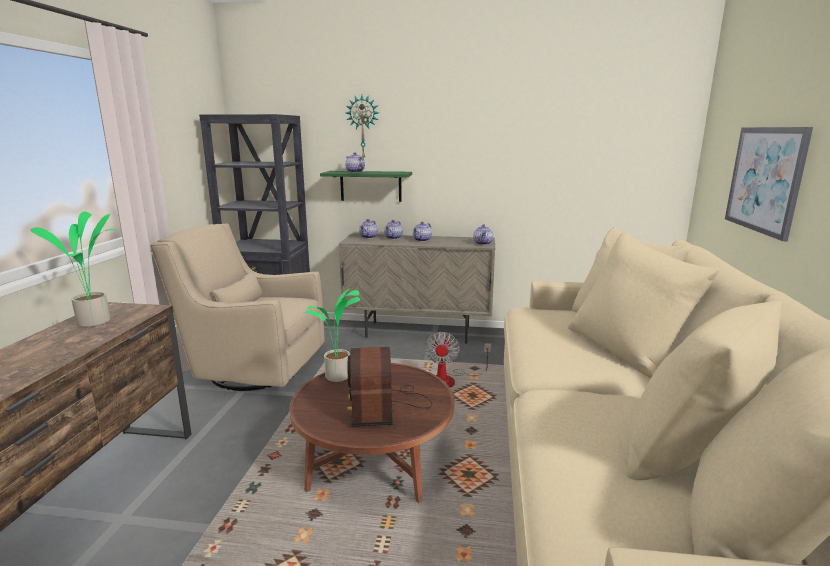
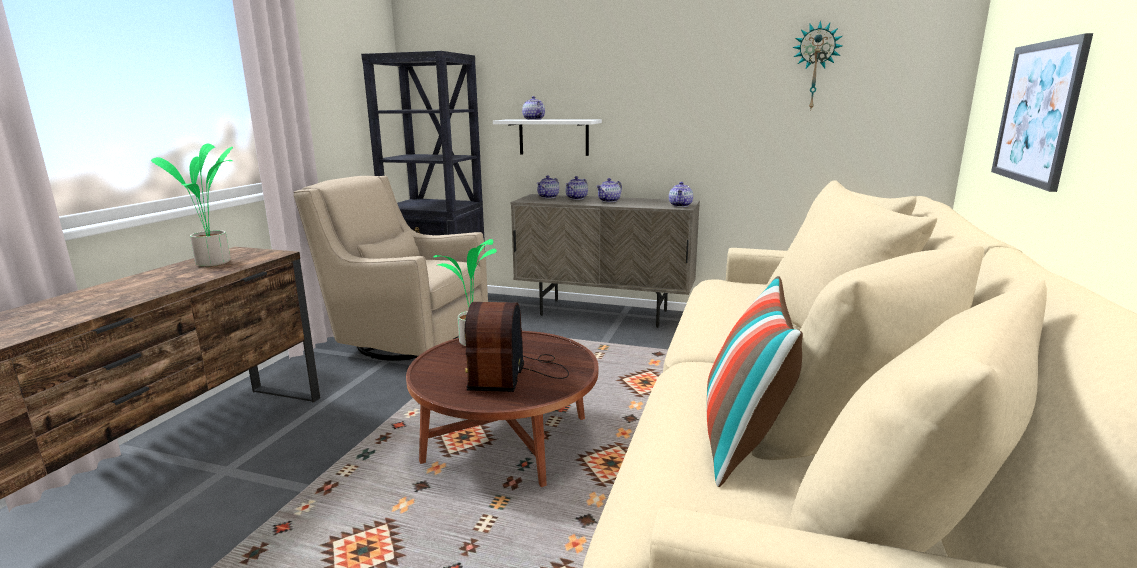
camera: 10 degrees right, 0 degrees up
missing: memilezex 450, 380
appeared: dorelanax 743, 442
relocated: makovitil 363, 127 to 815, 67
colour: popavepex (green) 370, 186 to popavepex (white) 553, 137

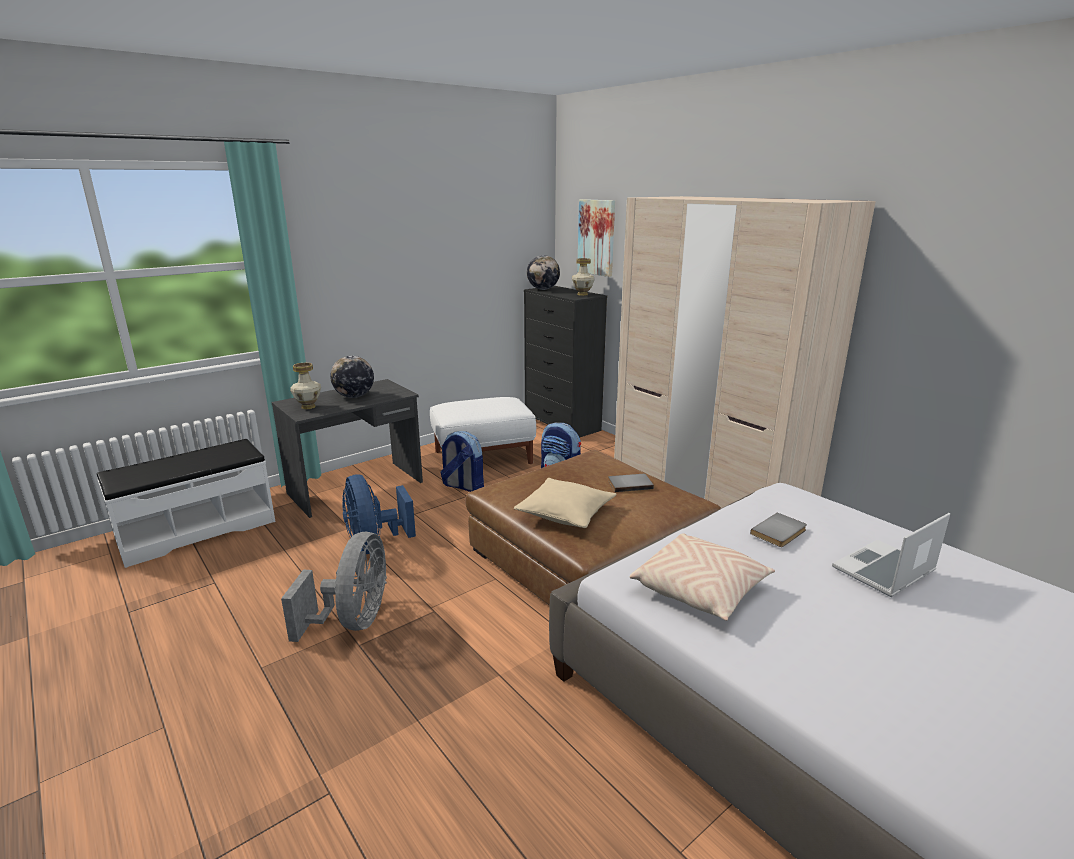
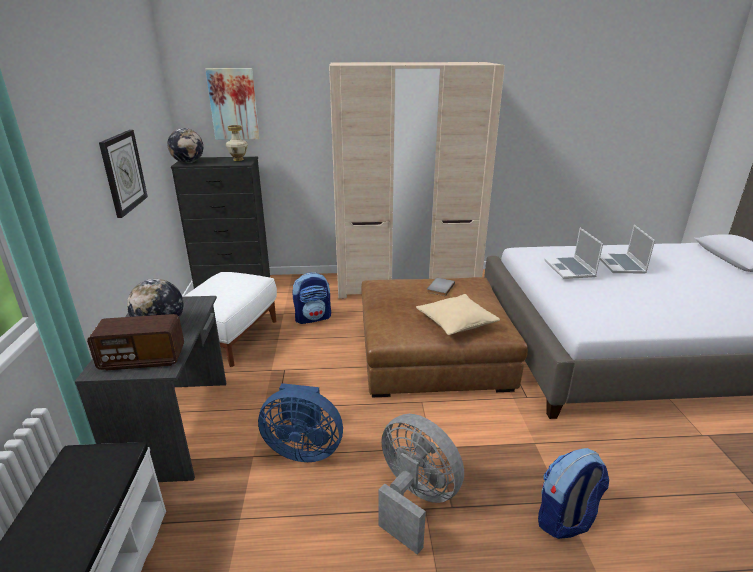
camera: 55 degrees left, 5 degrees up
missing: dorelanax (beige) 700, 590
appeared: makovitil 123, 172
relocated: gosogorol 462, 486 to 565, 520
exchanged: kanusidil 309, 407 to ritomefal 143, 359; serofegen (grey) 780, 532 to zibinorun 570, 269

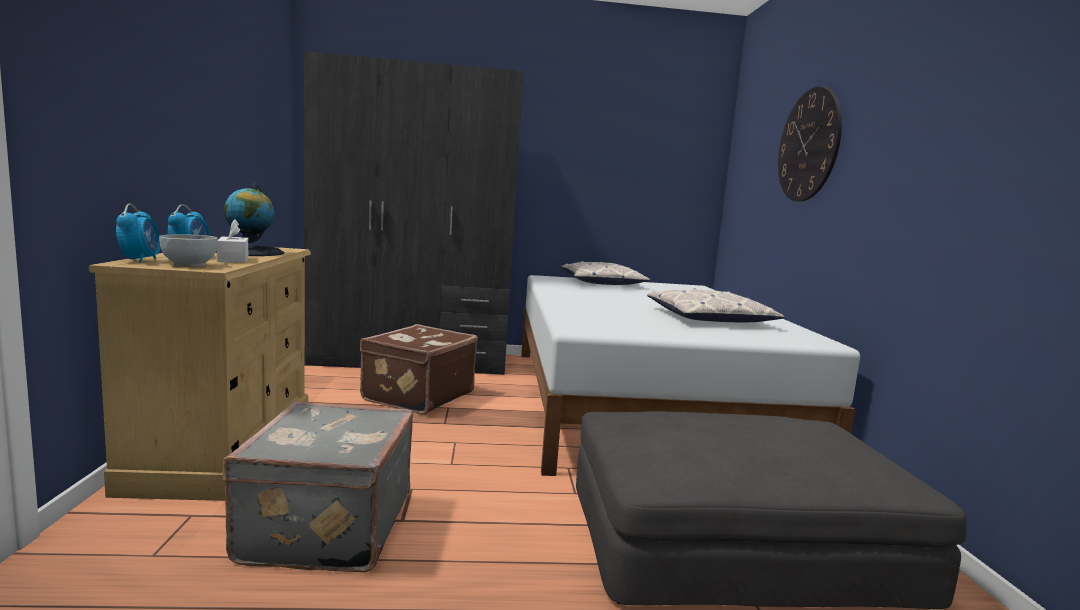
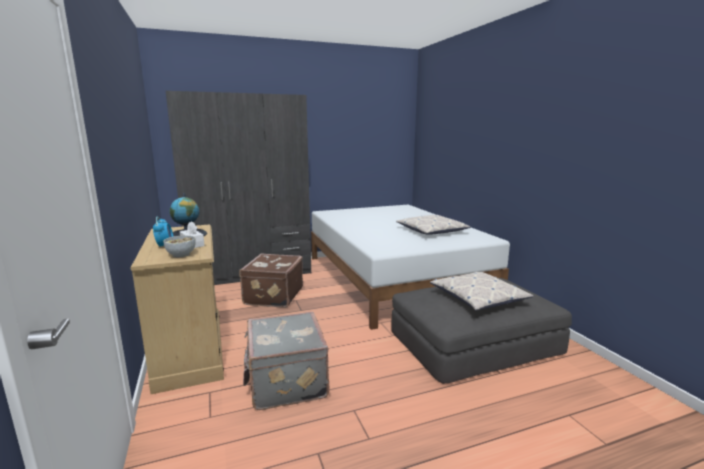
camera: 15 degrees left, 5 degrees up
missing: makovitil 808, 145; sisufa 140, 260
relocated: dorelanax 602, 283 to 478, 297

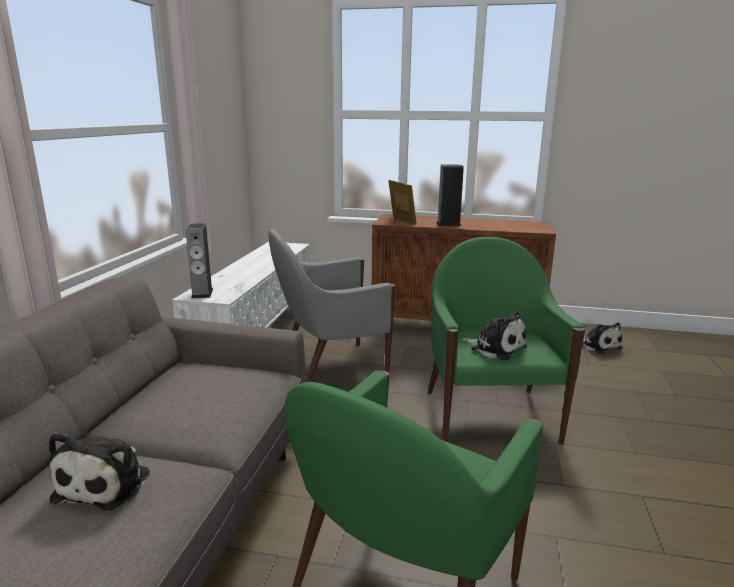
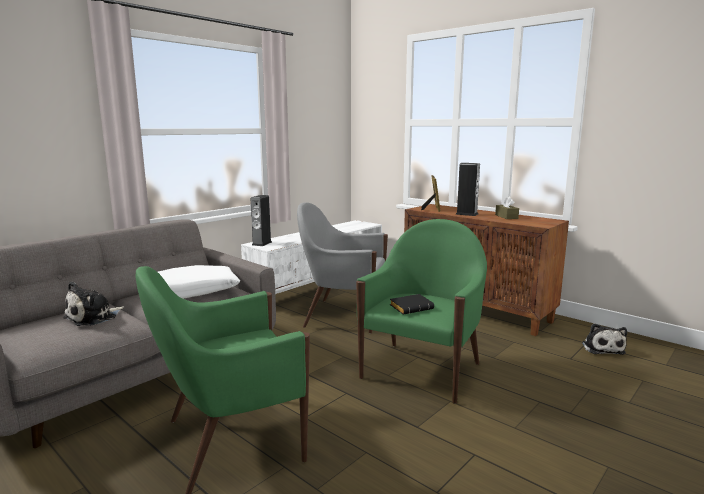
camera: 30 degrees right, 5 degrees down
appeared: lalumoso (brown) 506, 217; dorelanax (white) 190, 292
exchanged: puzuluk 495, 348 to serofegen (black) 411, 307

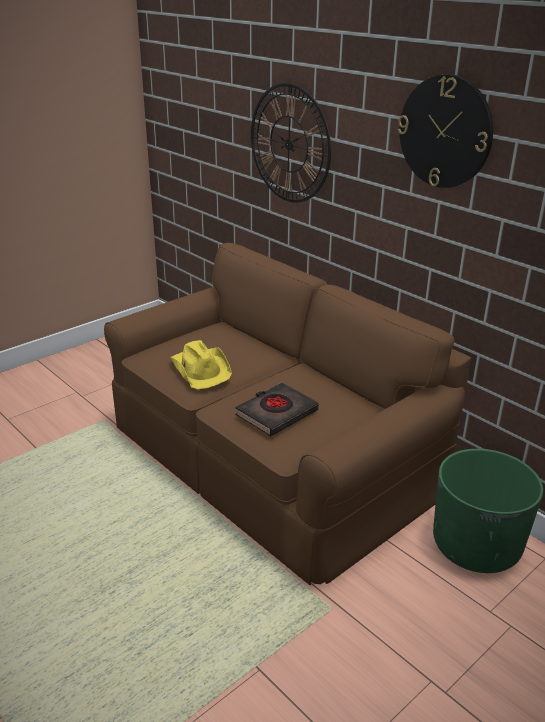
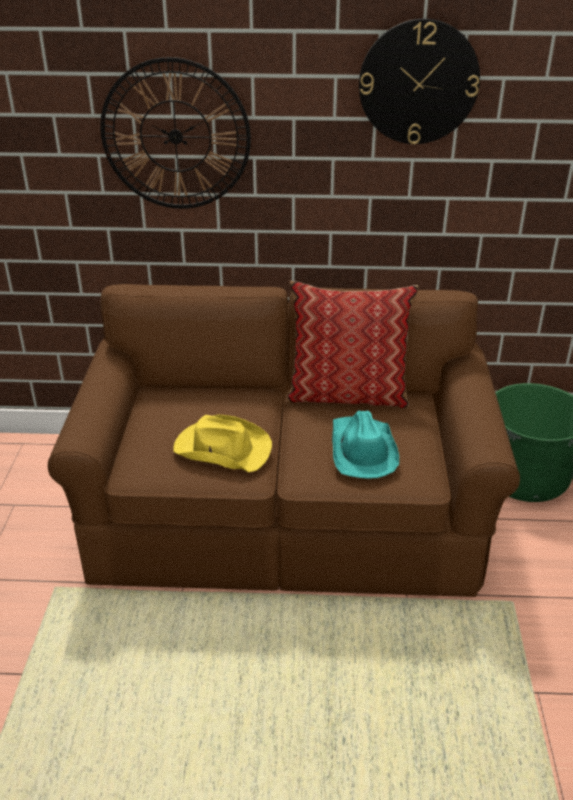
camera: 45 degrees left, 5 degrees up
appeared: dorelanax 347, 394
exchanged: serofegen (black) 276, 413 to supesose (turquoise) 362, 449

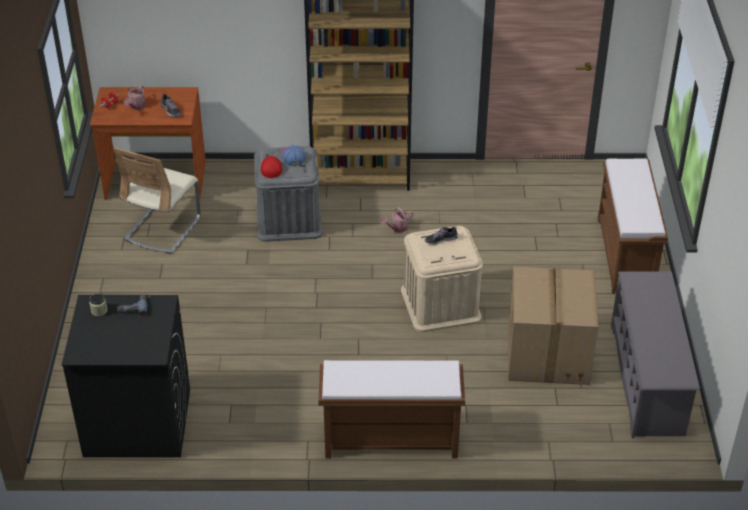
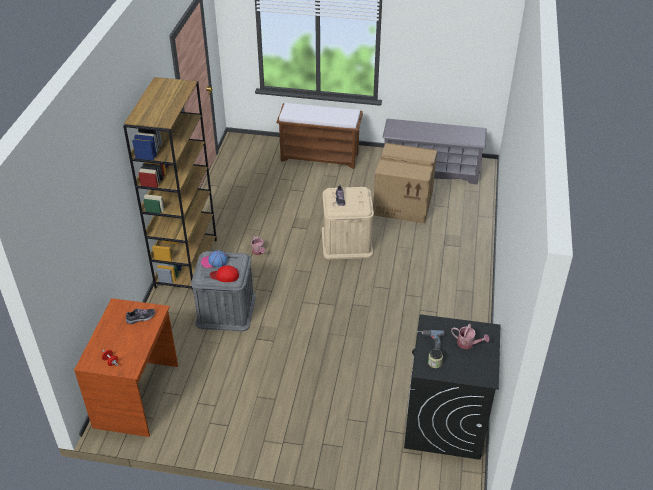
camera: 80 degrees left, 0 degrees up
missing: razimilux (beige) 162, 228; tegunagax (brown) 390, 440
relocated: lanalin 136, 106 to 468, 344

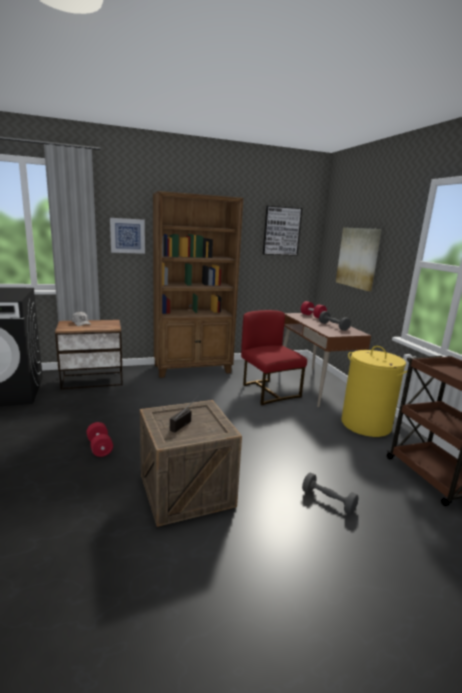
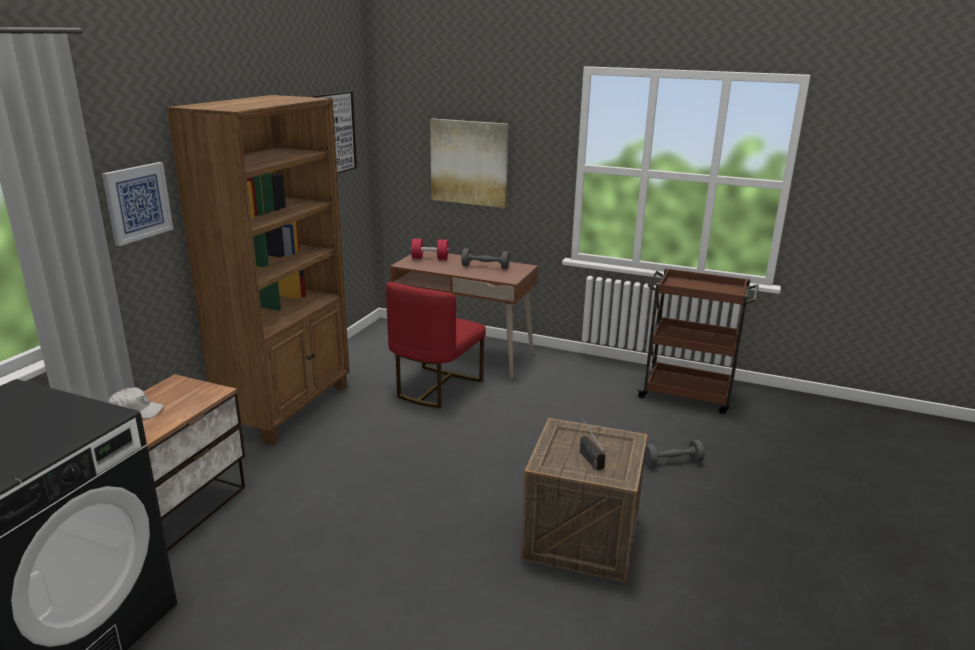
camera: 50 degrees left, 5 degrees up
missing: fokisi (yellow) 366, 424; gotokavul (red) 99, 447
spun: razimilux (red) 268, 391 = 435, 388 75 degrees counterclockwise

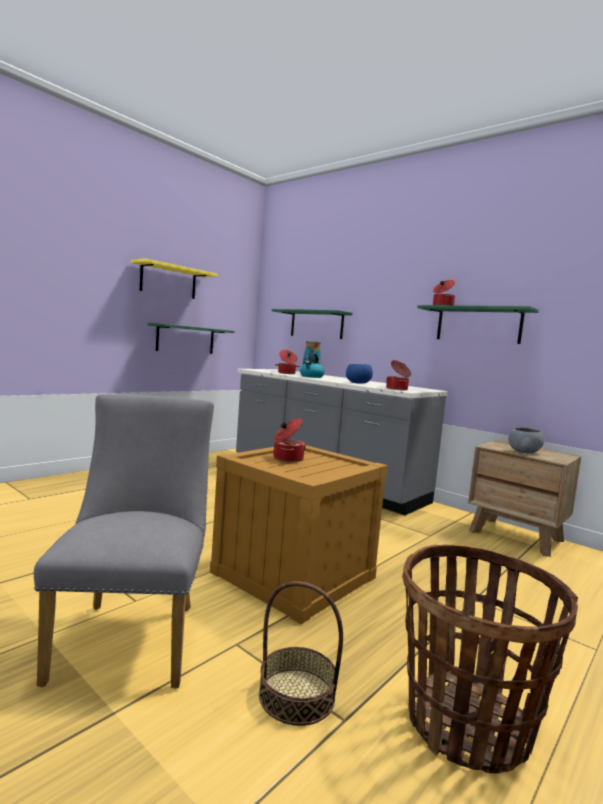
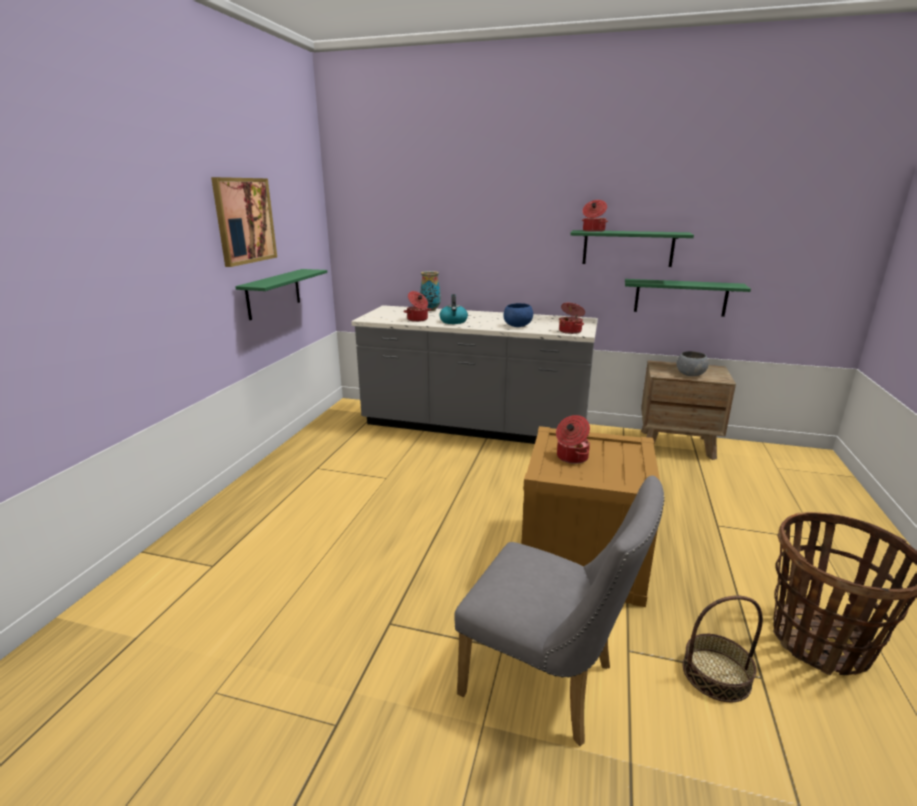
camera: 25 degrees left, 15 degrees up
relocated: popavepex (green) 316, 324 to 680, 297
exchanged: popavepex (yellow) 168, 281 to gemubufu 244, 220
spun: razimilux (grey) 132, 635 = 548, 684 150 degrees clockwise

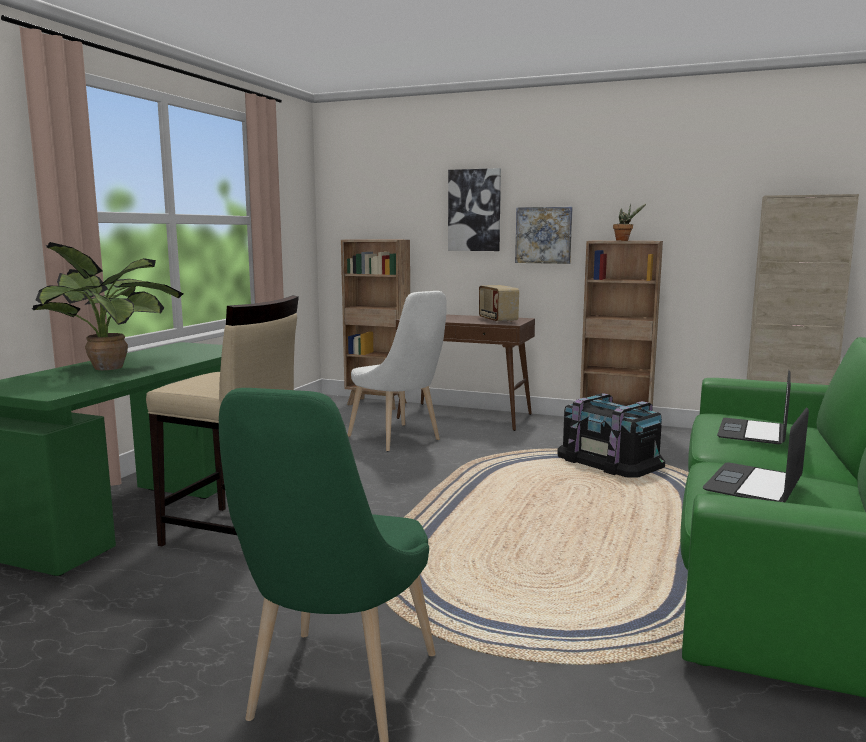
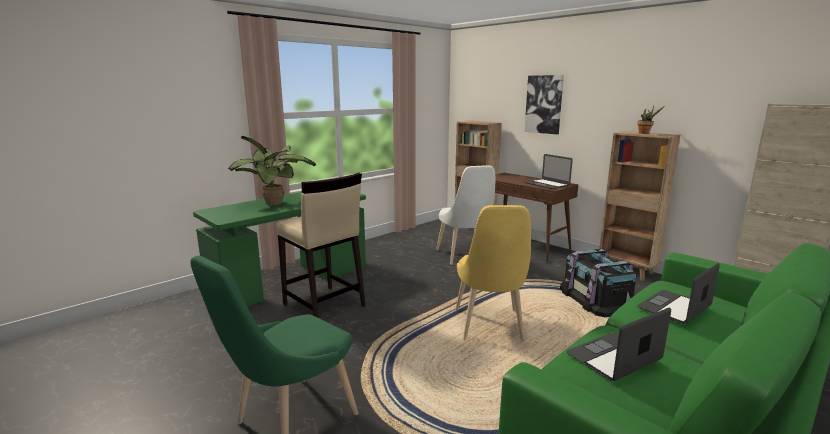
camera: 25 degrees right, 5 degrees up
missing: gemubufu 543, 235
appeared: razimilux (yellow) 490, 327
exchanged: ritomefal 497, 320 to zibinorun 546, 184

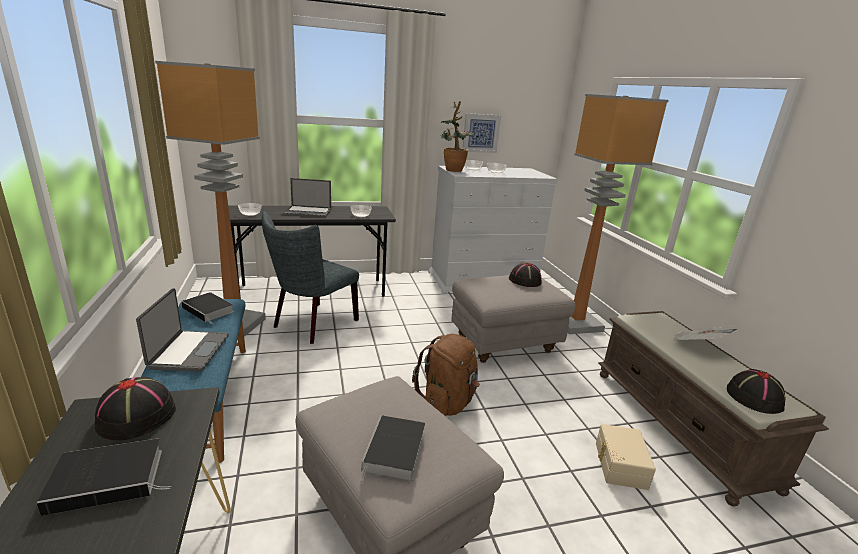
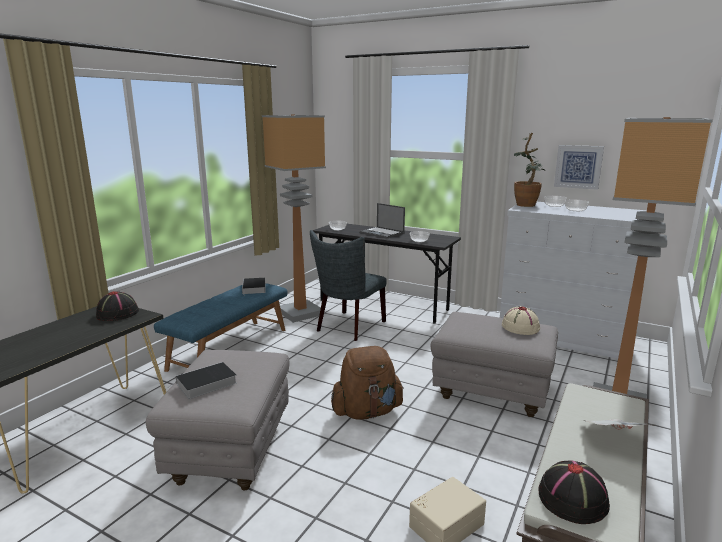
camera: 45 degrees right, 5 degrees down
missing: zibinorun 188, 351; serofegen 111, 479
colour: supesose (black) 524, 280 to supesose (beige) 520, 327
spun: razimilux (grey) 312, 325 = 348, 327 45 degrees counterclockwise

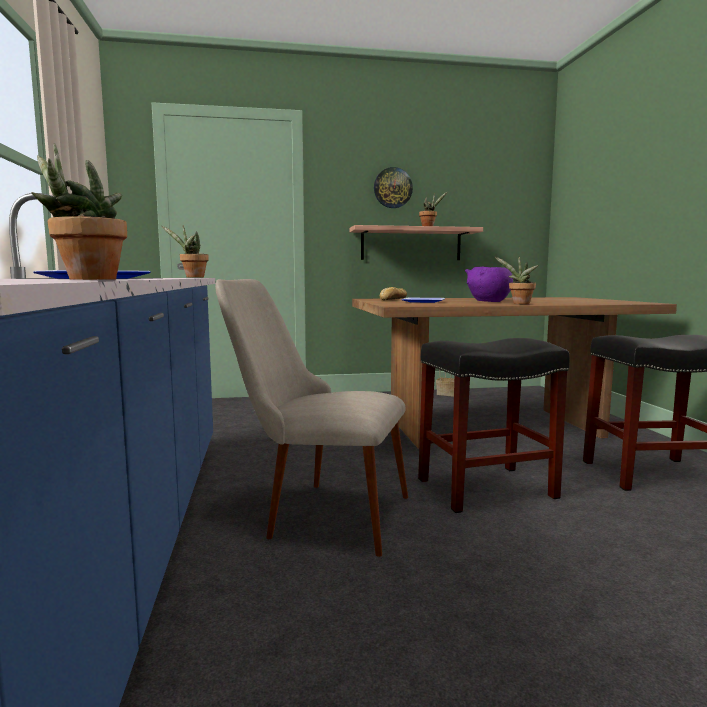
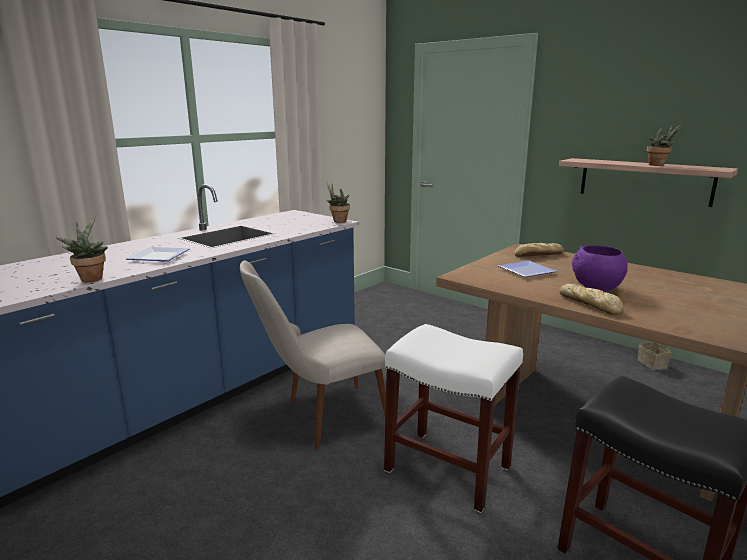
camera: 50 degrees right, 10 degrees up
missing: makovitil 393, 188
exchanged: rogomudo 519, 304 to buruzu 590, 304
colour: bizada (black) 485, 489 to bizada (white) 446, 468
spun: razimilux (beige) 316, 512 = 320, 419 90 degrees counterclockwise

